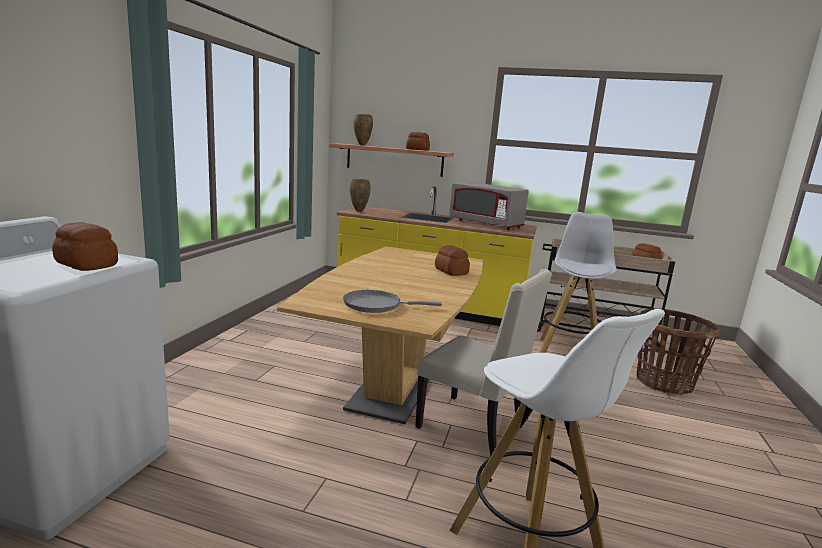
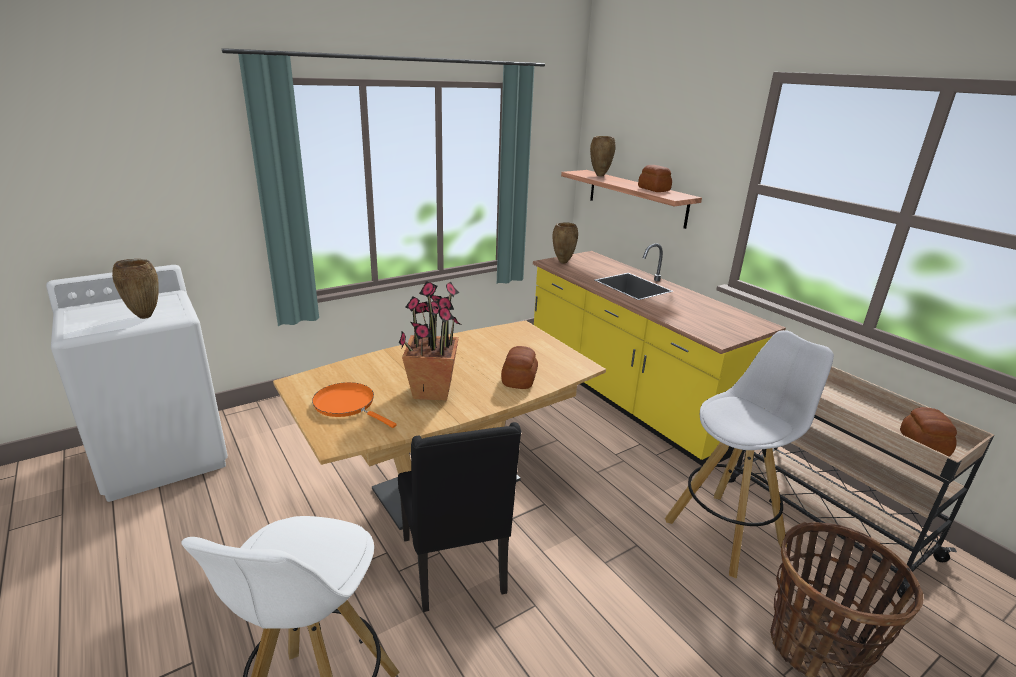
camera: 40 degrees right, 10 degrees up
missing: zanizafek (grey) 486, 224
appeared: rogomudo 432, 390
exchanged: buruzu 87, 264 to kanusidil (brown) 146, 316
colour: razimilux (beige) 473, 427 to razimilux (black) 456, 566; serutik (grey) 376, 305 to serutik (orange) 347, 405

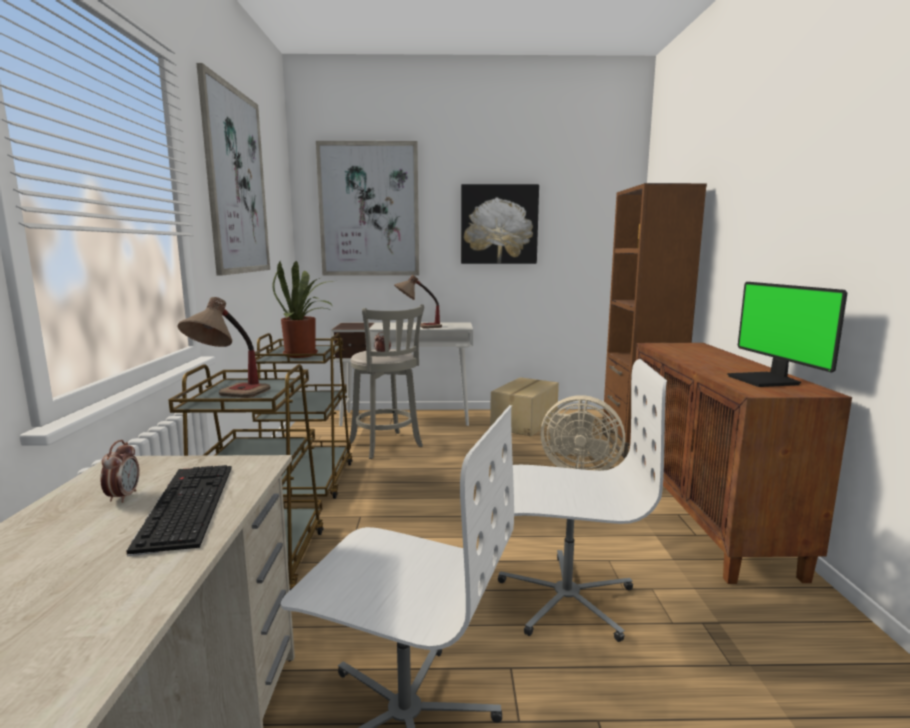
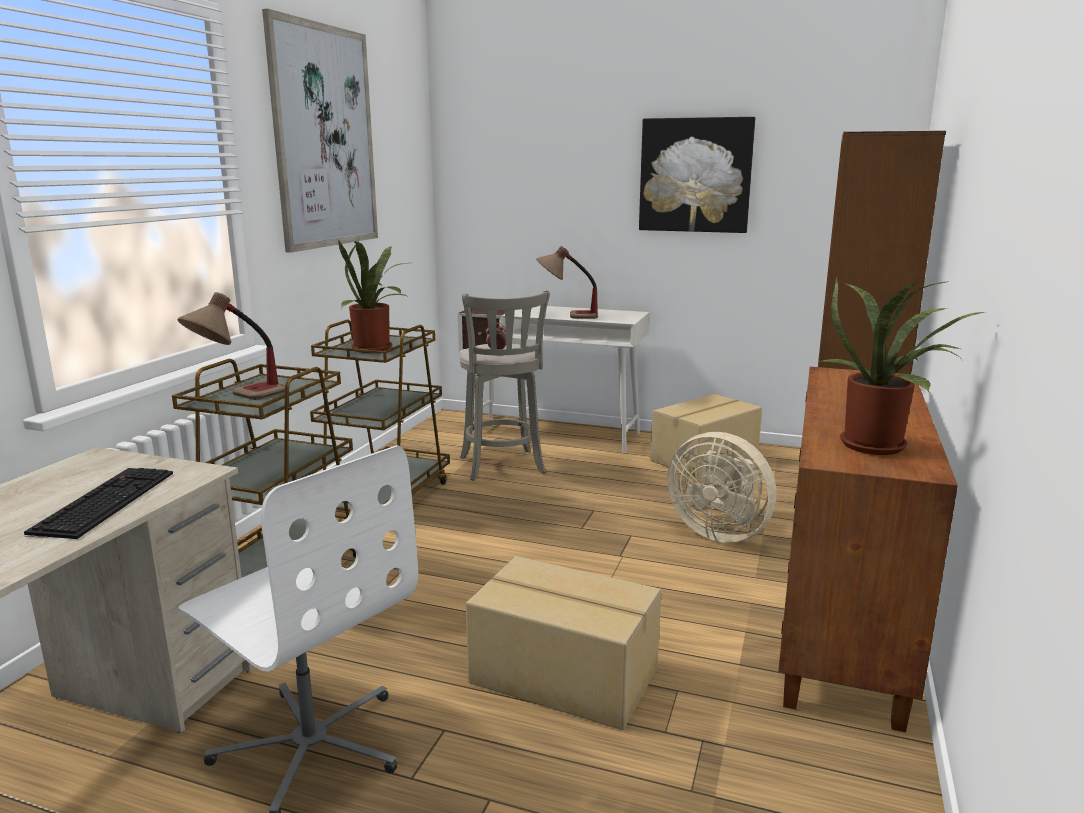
camera: 20 degrees right, 5 degrees up
missing: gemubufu 369, 210; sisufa 123, 497
exchanged: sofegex 766, 380 to rogomudo 879, 445; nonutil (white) 565, 597 to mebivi 564, 677

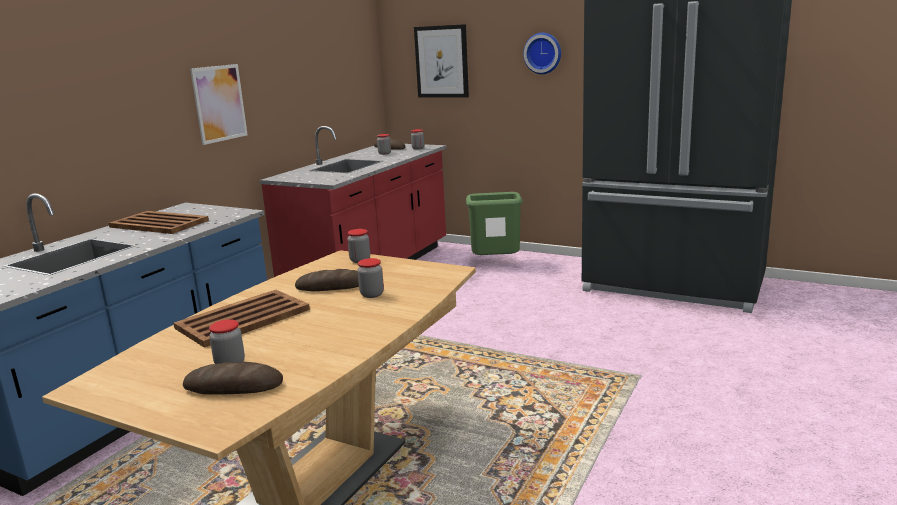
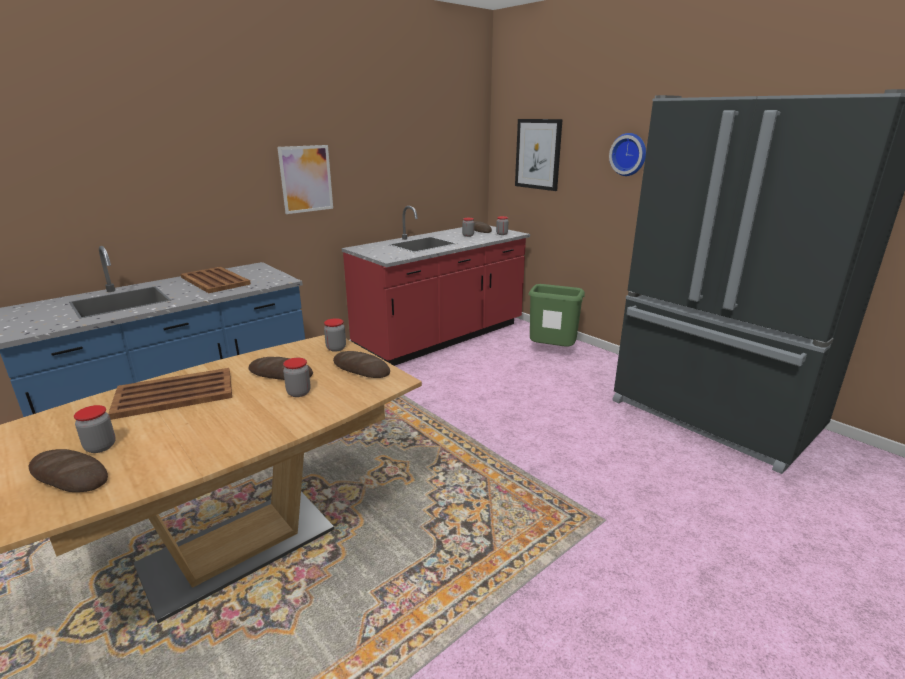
camera: 20 degrees right, 5 degrees up
appeared: buruzu 361, 369

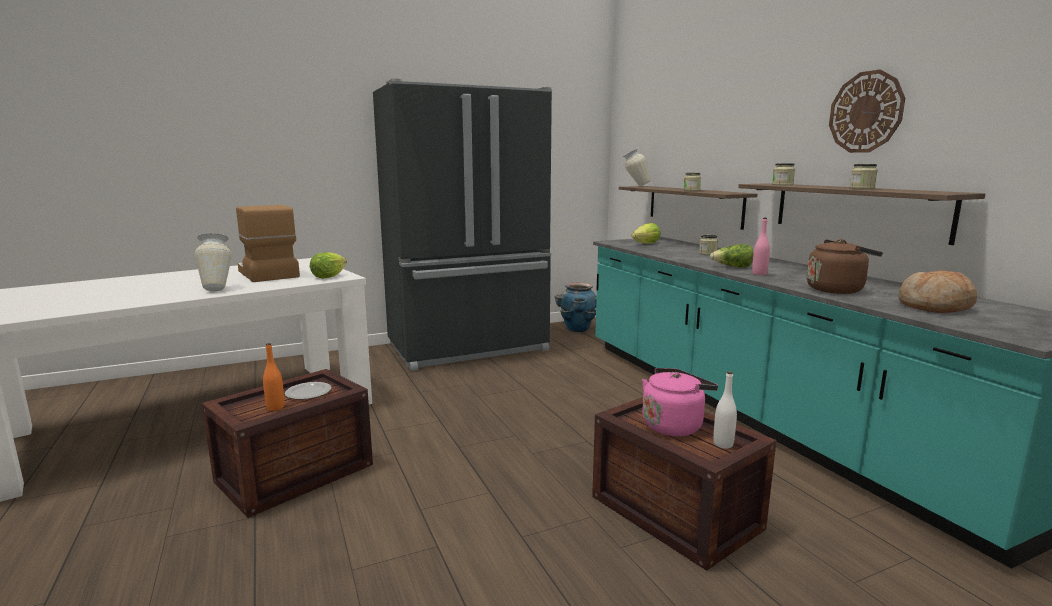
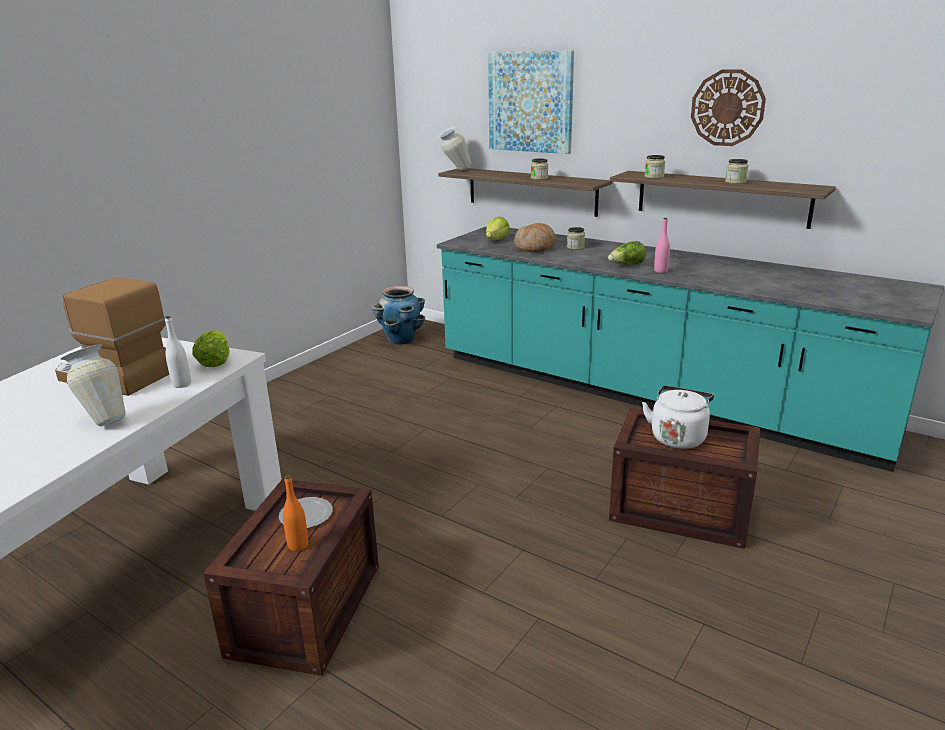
camera: 30 degrees left, 10 degrees up
missing: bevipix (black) 469, 348; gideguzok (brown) 837, 290
appeared: gemubufu 530, 102
relocated: buruzu 935, 307 to 535, 248; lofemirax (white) 723, 444 to 182, 384
colour: gideguzok (pink) 674, 425 to gideguzok (white) 678, 437

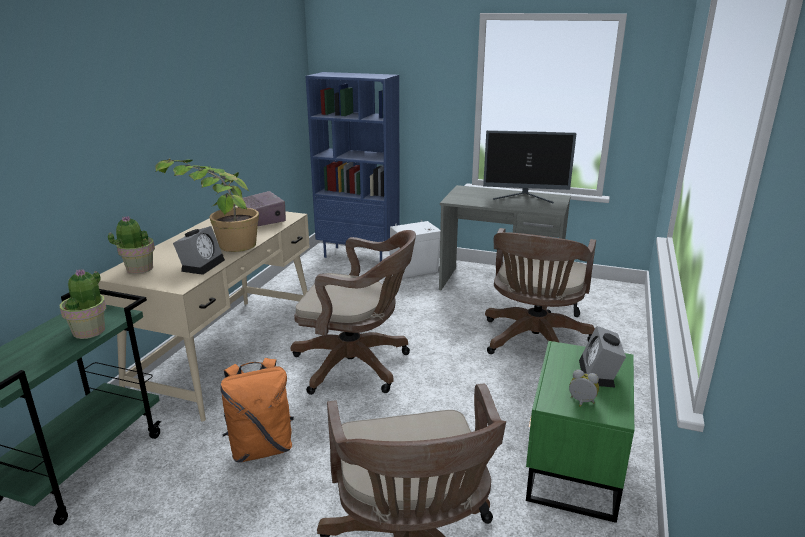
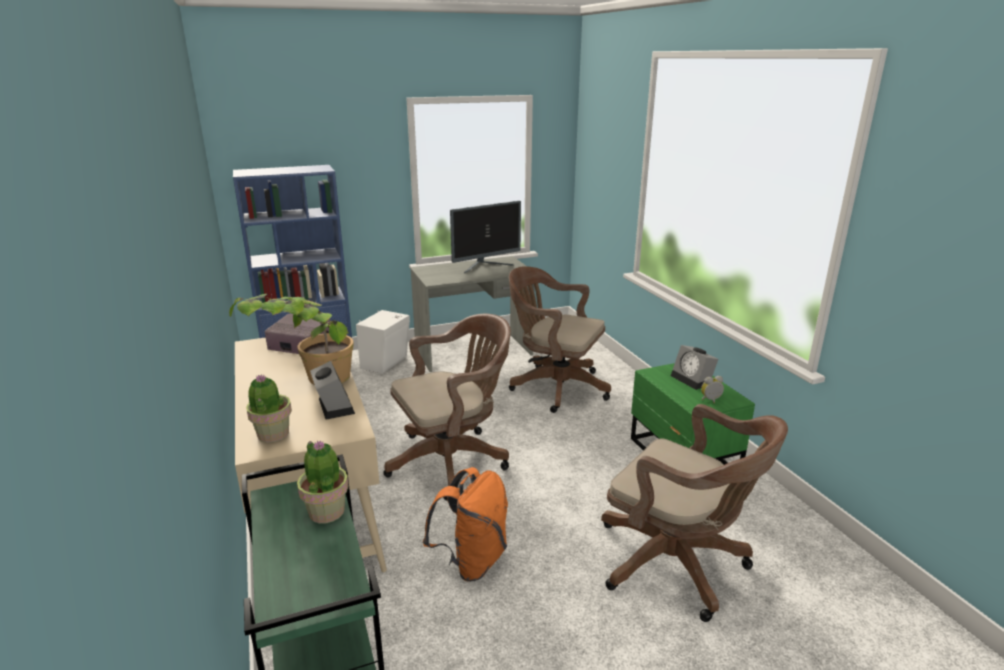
camera: 40 degrees left, 0 degrees up
spun: nonutil (brown) 533, 343 = 554, 387 135 degrees clockwise

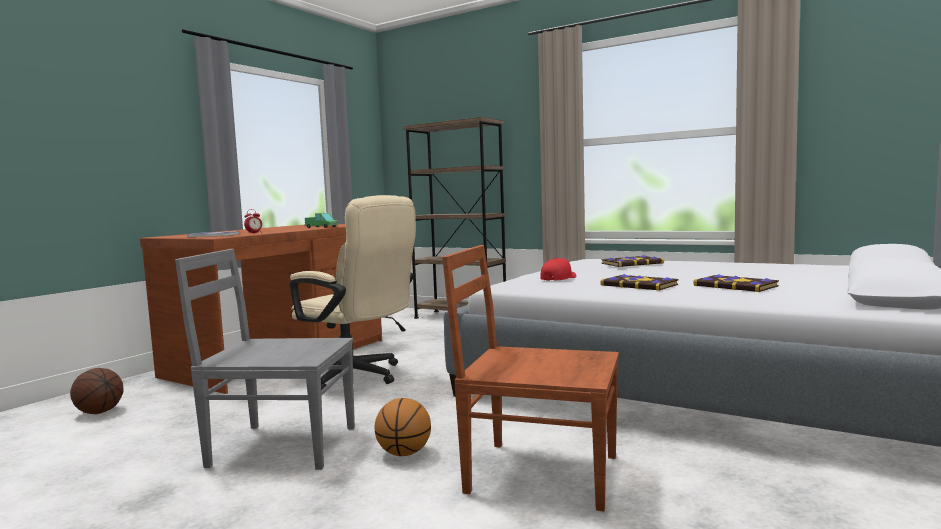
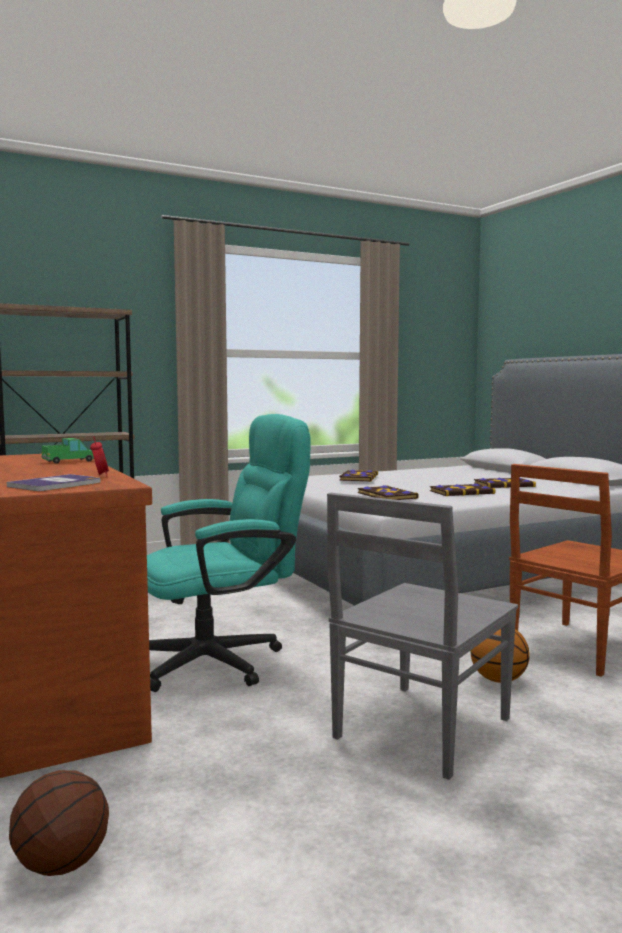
camera: 60 degrees left, 0 degrees up
exchanged: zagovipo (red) 558, 278 to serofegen 386, 495
colour: nonutil (beige) 356, 377 to nonutil (turquoise) 222, 660

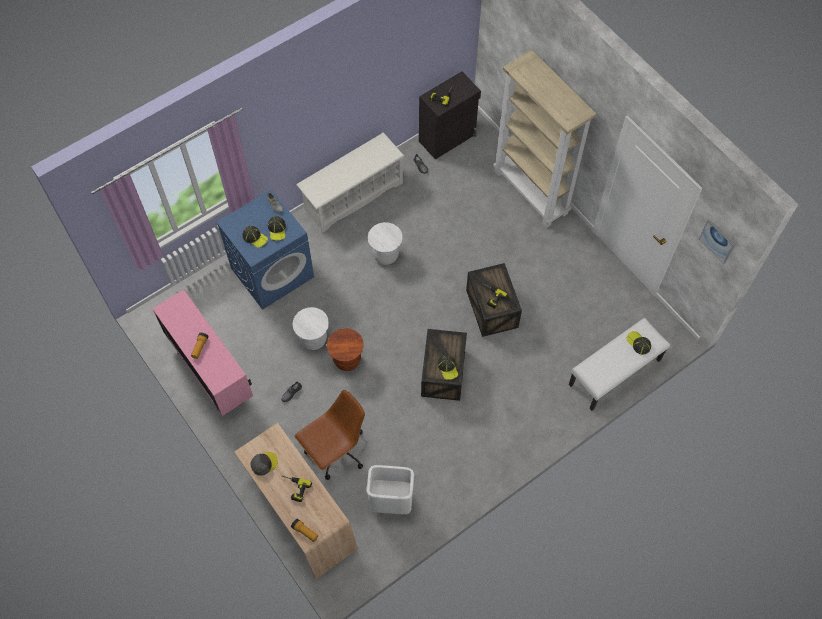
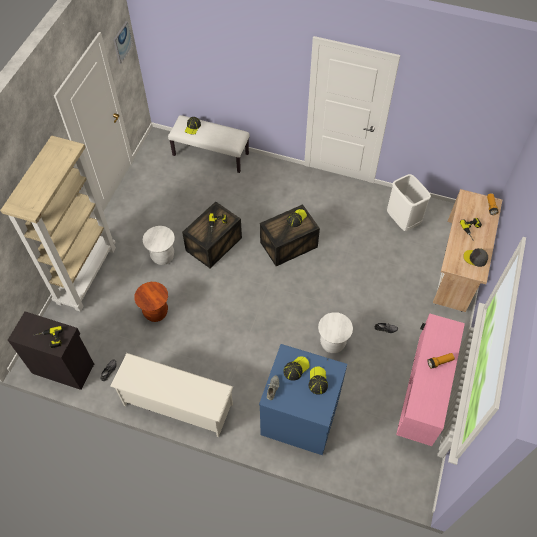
camera: 125 degrees left, 5 degrees down
missing: nonutil (brown) 335, 451
relocated: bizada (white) 385, 255 to 163, 256; bizada (brown) 347, 360 to 156, 312

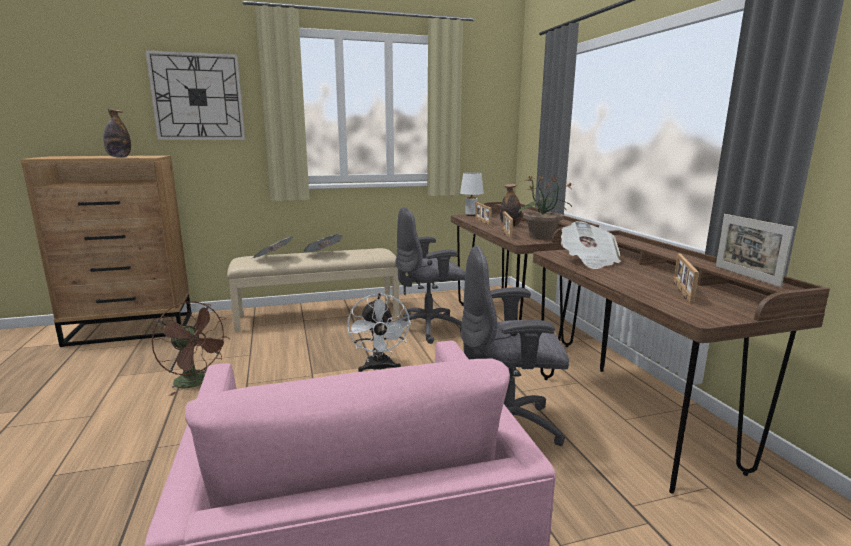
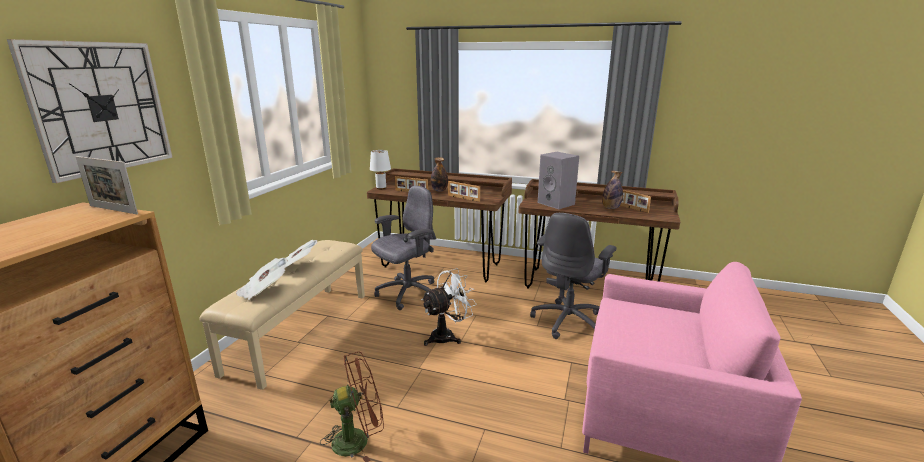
camera: 55 degrees left, 5 degrees up
missing: rogomudo 542, 237
relocated: lofemirax 119, 157 to 610, 208; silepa 746, 276 to 113, 210
exchanged: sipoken 588, 261 to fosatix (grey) 557, 203
spun: nonutil (grey) 429, 328 = 407, 294 150 degrees counterclockwise; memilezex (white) 379, 368 = 447, 336 60 degrees counterclockwise

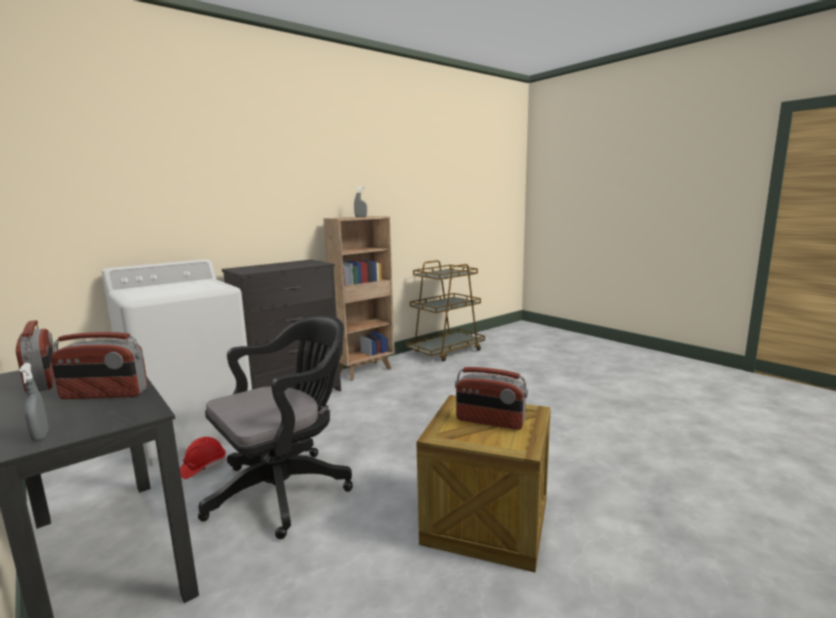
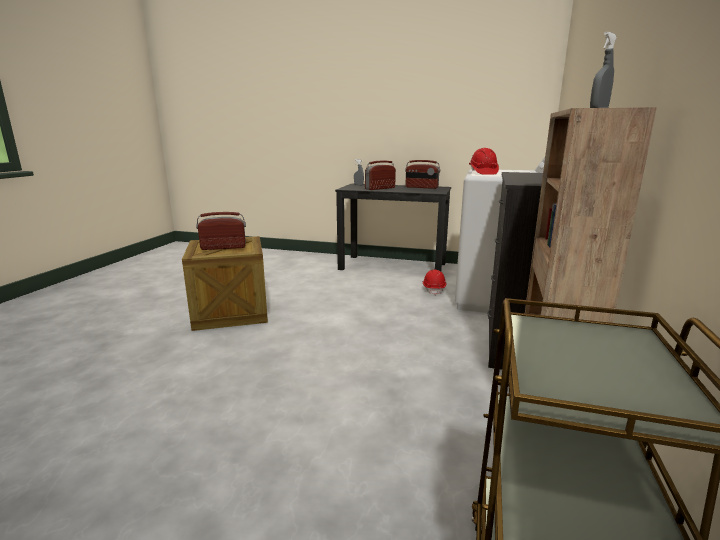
camera: 145 degrees right, 5 degrees up
missing: nonutil (black) 286, 488
appeared: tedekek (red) 483, 173

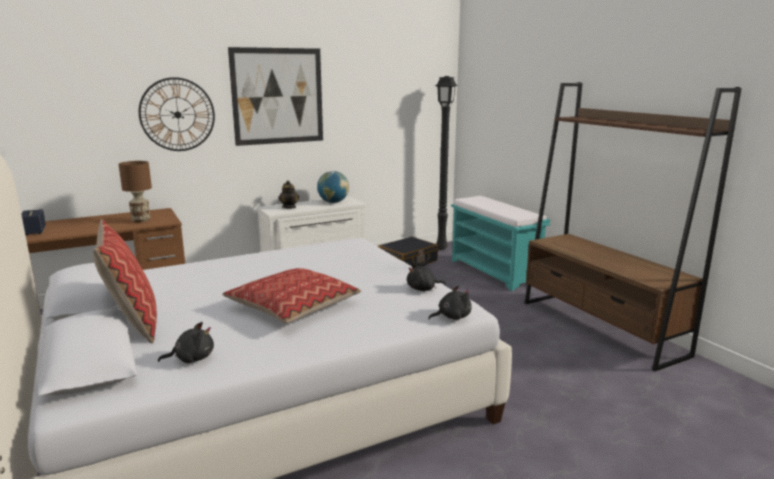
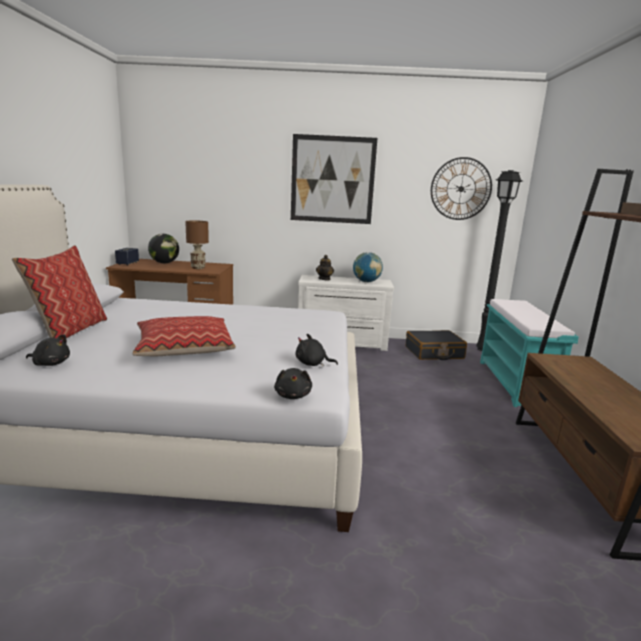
camera: 30 degrees right, 0 degrees up
appeared: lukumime 164, 263
relocated: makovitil 177, 114 to 461, 189
spun: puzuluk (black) 452, 317 = 293, 395 75 degrees clockwise

